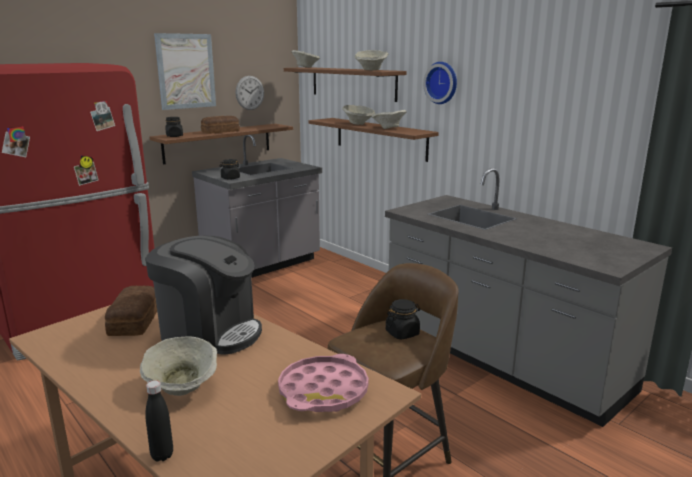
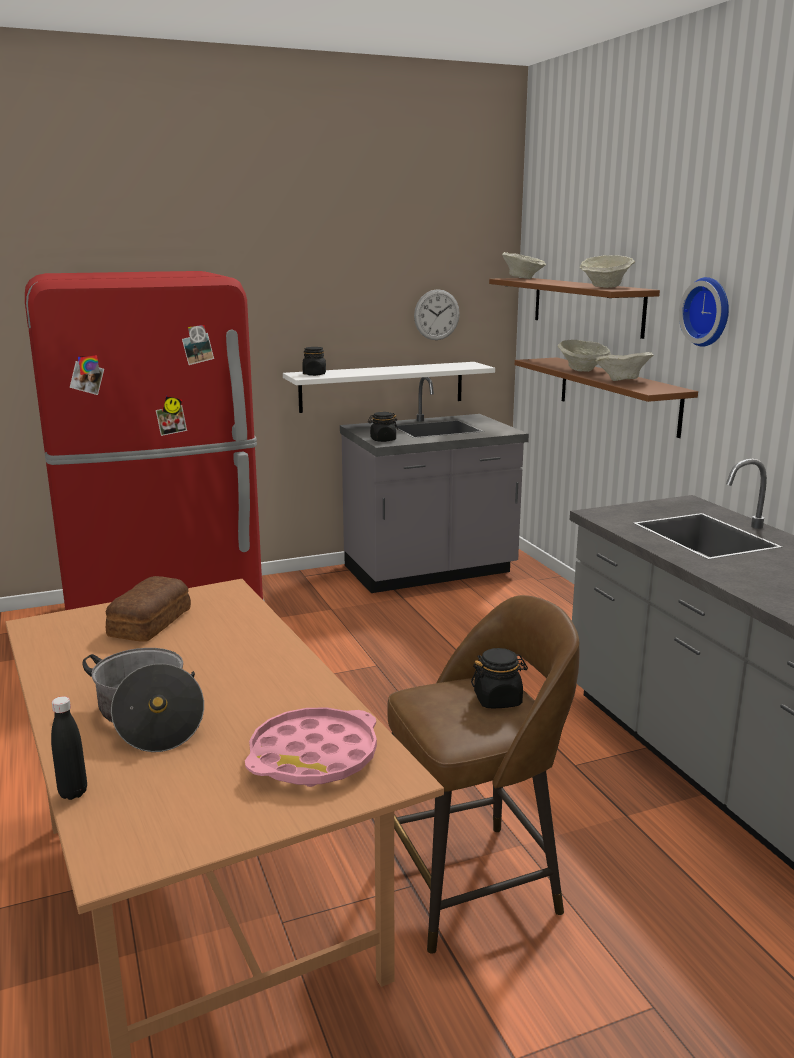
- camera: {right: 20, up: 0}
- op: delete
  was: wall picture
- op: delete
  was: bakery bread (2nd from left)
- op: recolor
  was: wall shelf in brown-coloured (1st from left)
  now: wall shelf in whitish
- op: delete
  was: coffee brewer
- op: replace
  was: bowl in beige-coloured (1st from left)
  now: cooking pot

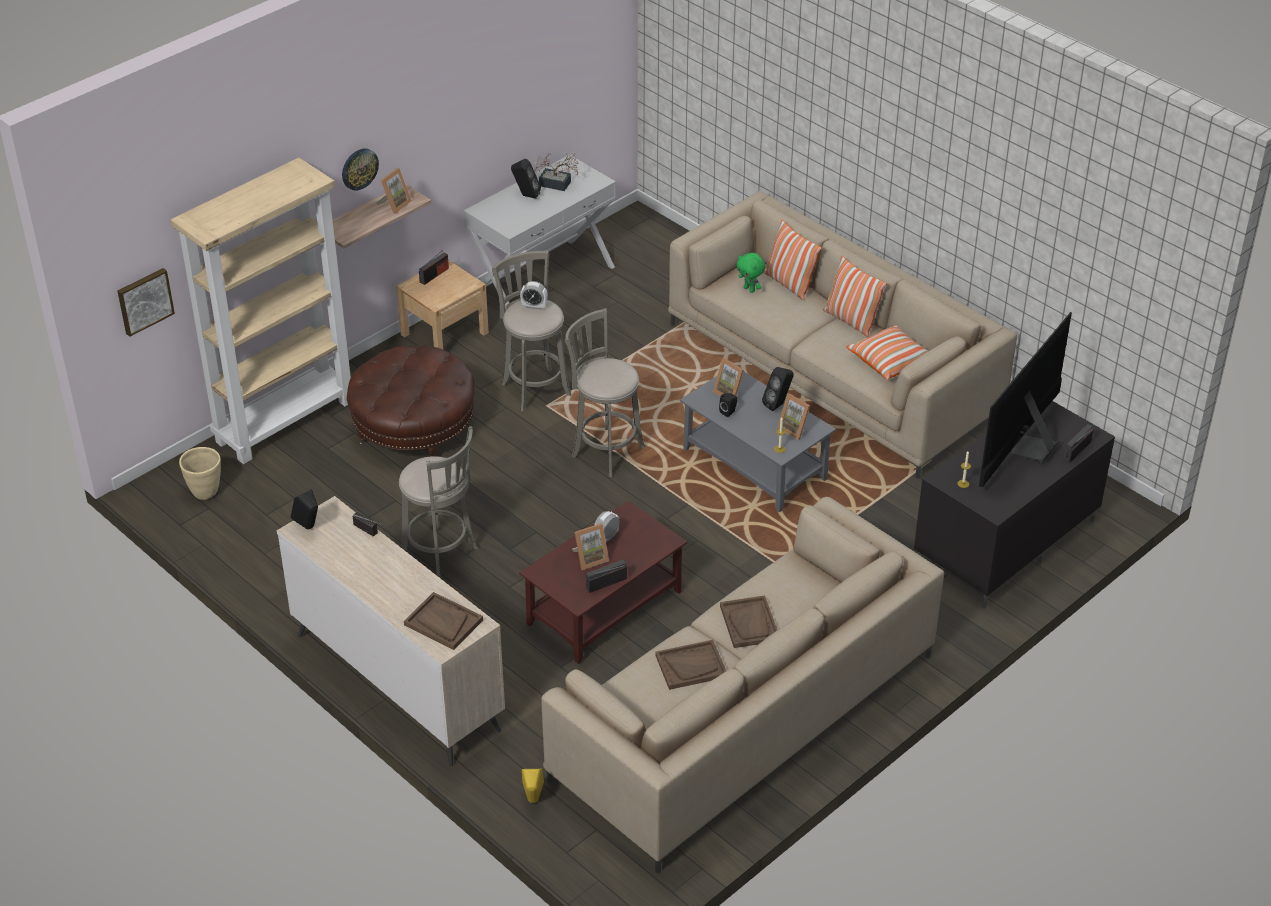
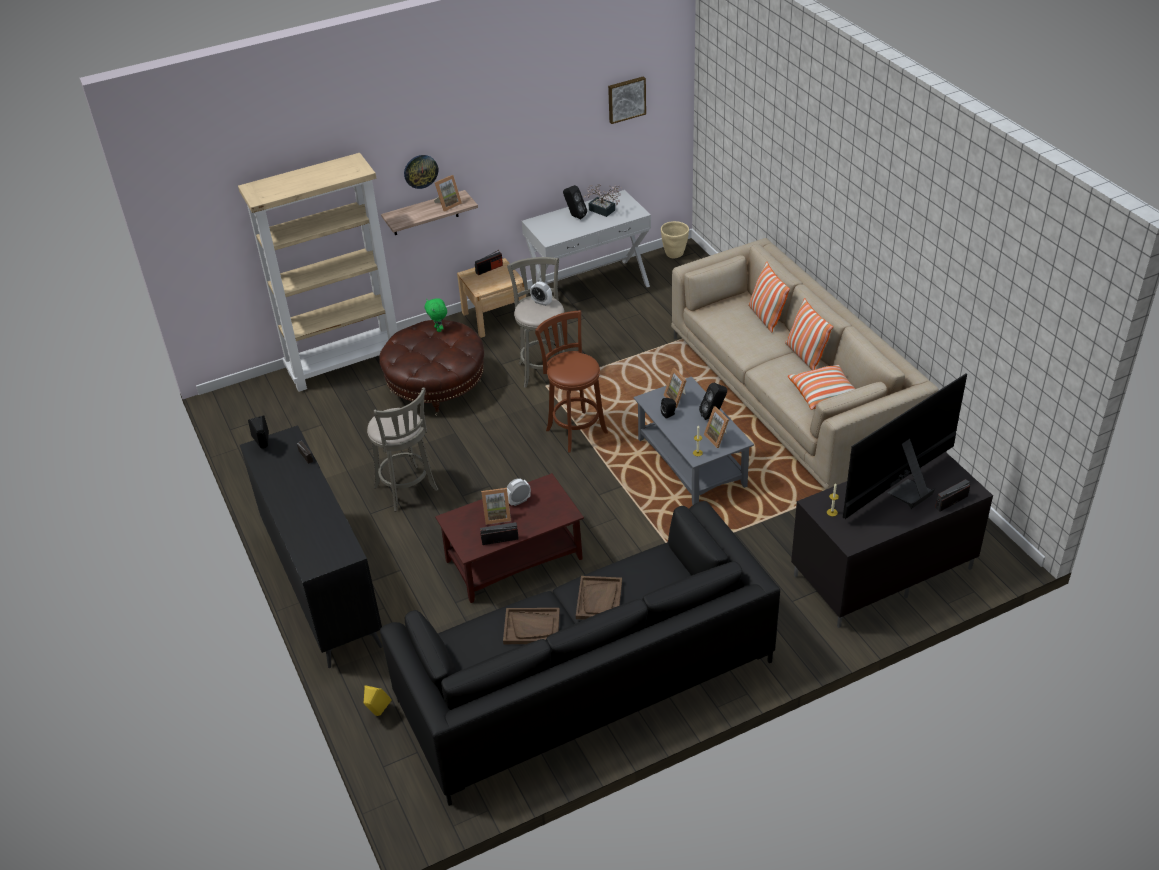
- camera: {right: 20, up: 0}
- op: move
  was: plush toy in green
- op: move
  was: wall picture
- op: recolor
  was: stool in gray (3rd from left)
  now: stool in brown-coloured
- op: move
  was: planter in beige-coloured
- op: recolor
  was: chest of drawers in beige-coloured
  now: chest of drawers in black
- op: recolor
  was: sofa in beige-coloured (1st from left)
  now: sofa in black
- op: delete
  was: carrying tray in brown-coloured (1st from left)

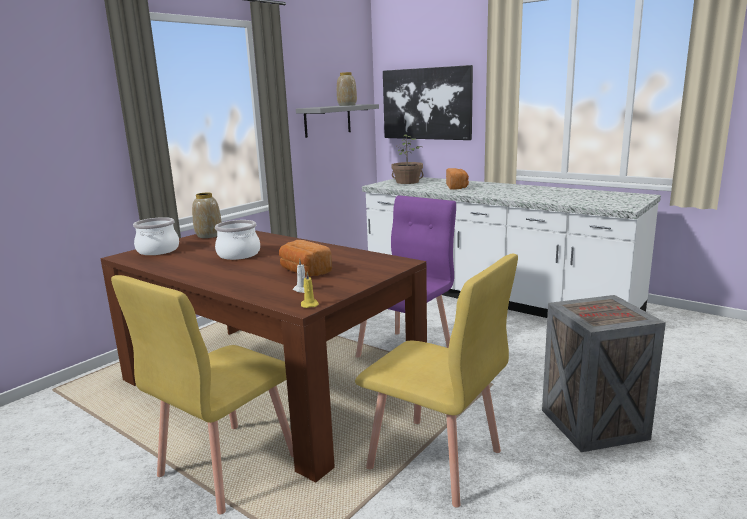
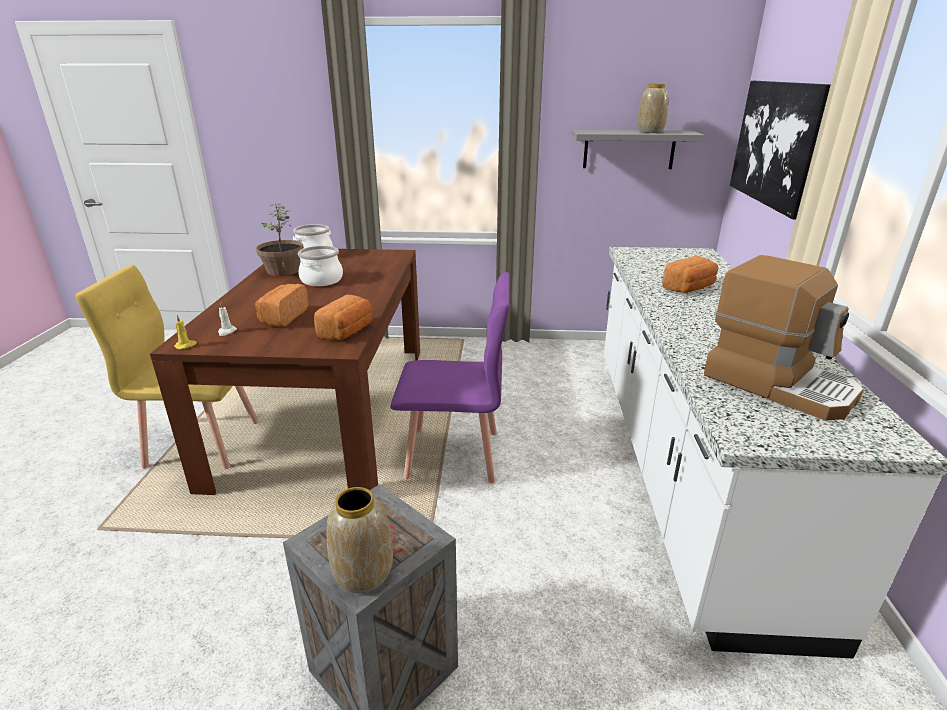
- camera: {right: 55, up: 10}
- op: move
  was: potted plant
- op: move
  was: flower vase (1st from left)
- op: delete
  was: plain chair in yellow-coloured (2nd from left)
- op: insert
  now: coffee brewer
- op: insert
  now: bakery bread (2nd from left)

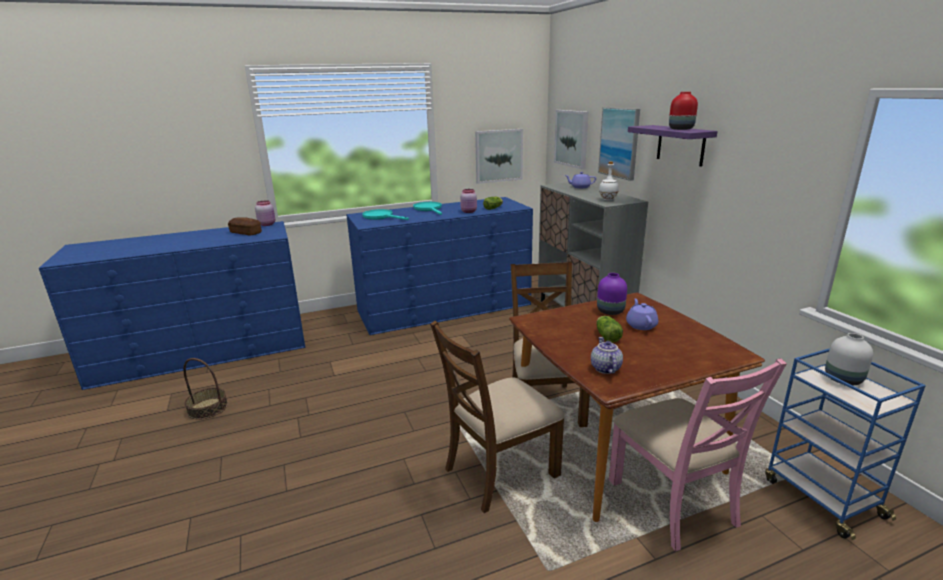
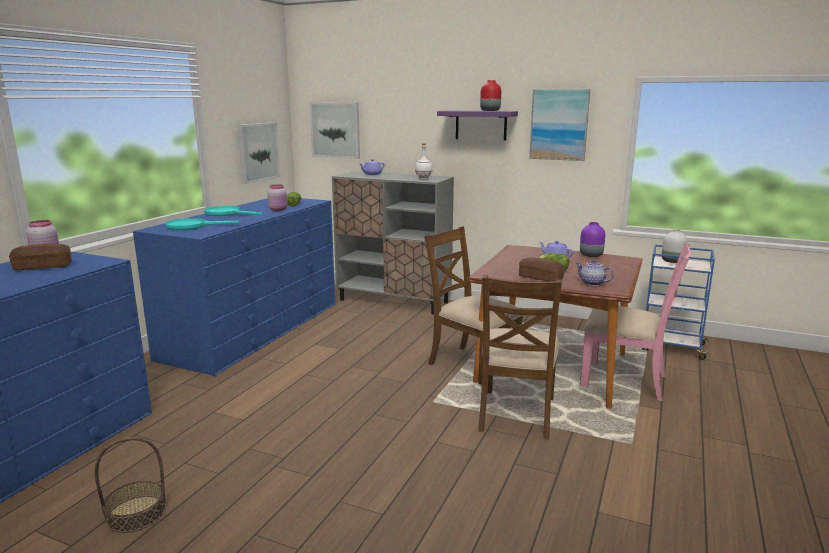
- camera: {right: -45, up: -5}
- op: move
  was: wall picture (3rd from left)
- op: move
  was: flower vase in purplish
- op: insert
  now: bakery bread (2nd from left)

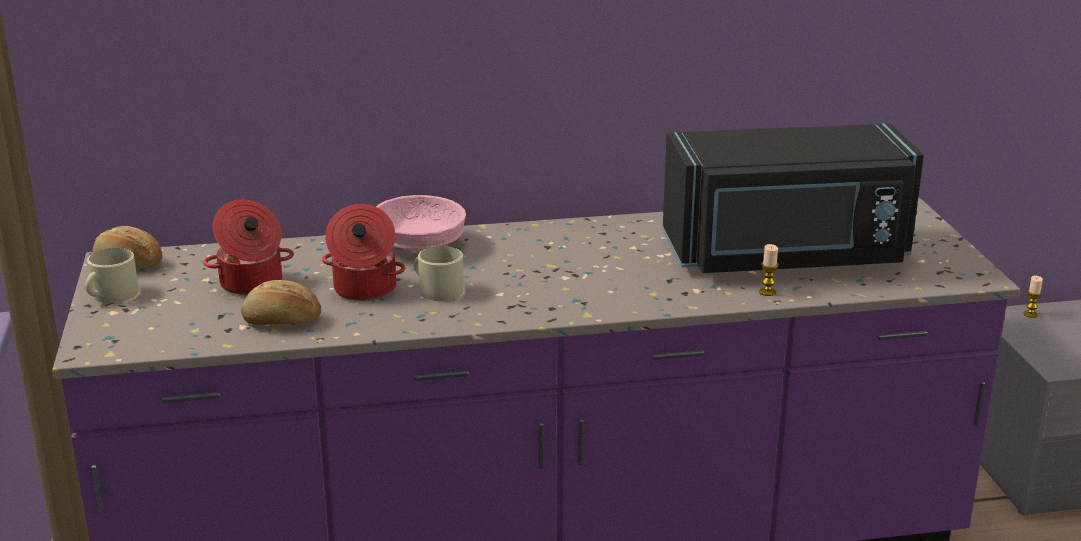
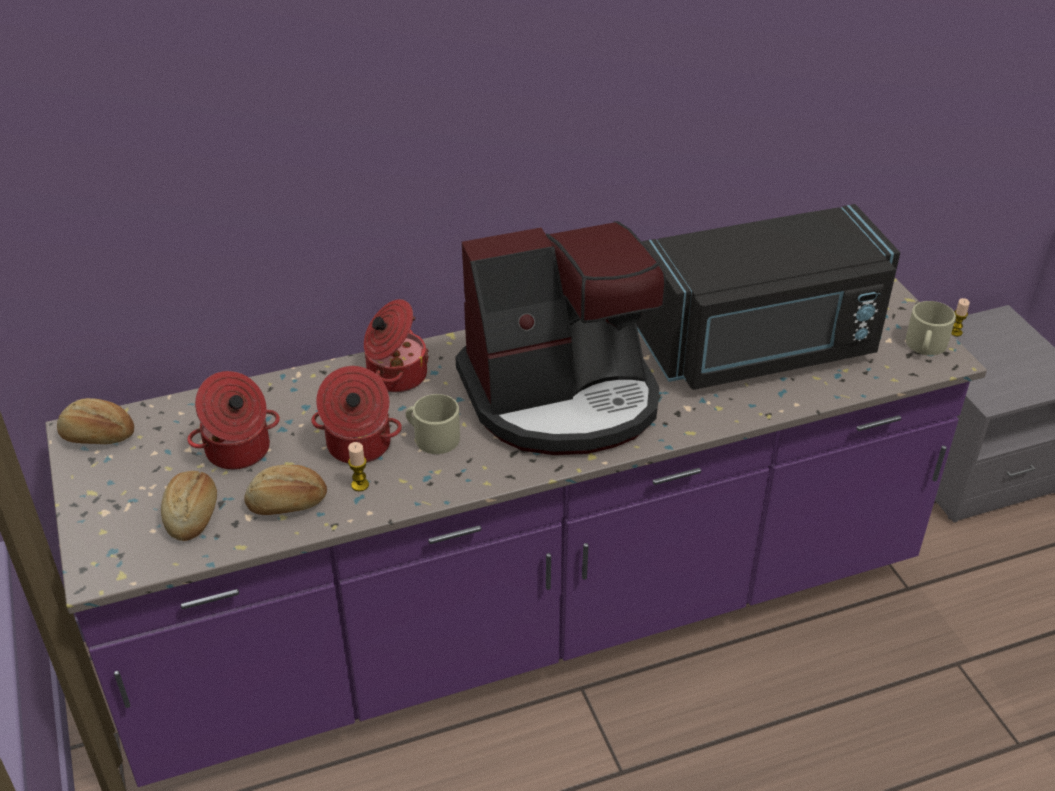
- camera: {right: -10, up: 15}
- op: replace
  was: bowl in pinkish
  now: cooking pot (3rd from left)
- op: move
  was: candle (1st from left)
- op: move
  was: tea mug in beige-coloured (1st from left in the first image)
  now: tea mug in beige-coloured (2nd from left)
- op: insert
  now: coffee brewer
- op: insert
  now: bakery bread (2nd from left)

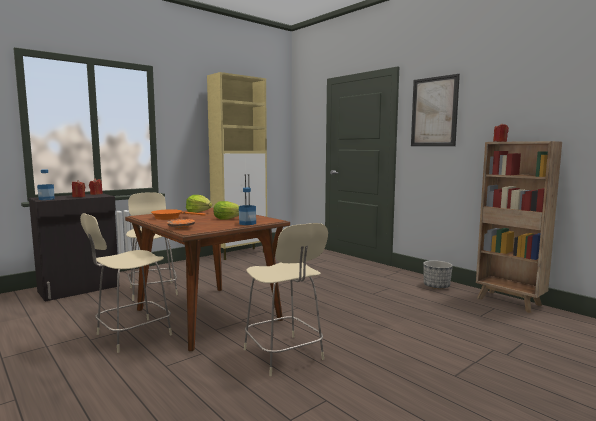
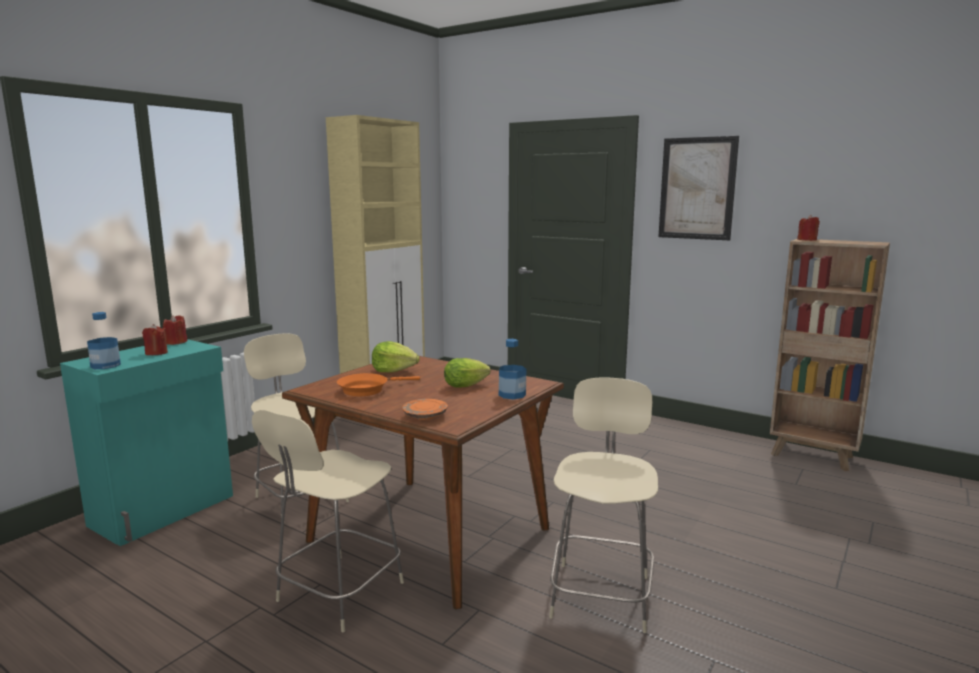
- camera: {right: -15, up: 5}
- op: recolor
  was: storage cabinet in black
  now: storage cabinet in blue-green
- op: rotate
  was: plain chair in beige-coloured (3rd from left)
  clockwise: -120
- op: delete
  was: planter

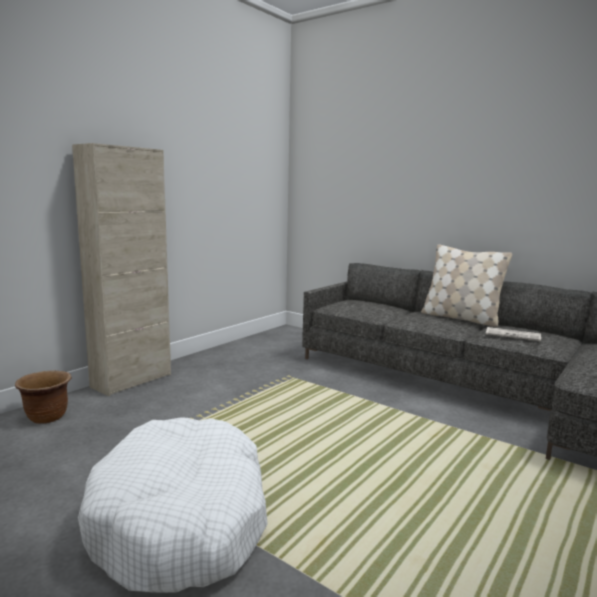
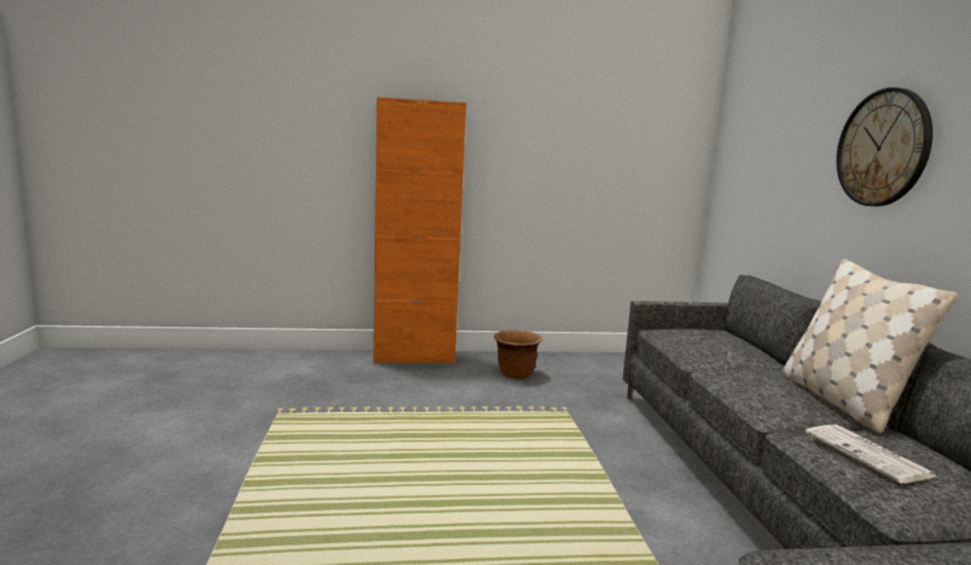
- camera: {right: 45, up: 0}
- op: recolor
  was: storage cabinet in beige-coloured
  now: storage cabinet in orange-coloured
- op: move
  was: planter in brown-coloured
- op: delete
  was: dog cushion in whitish
- op: insert
  now: clock on the wall

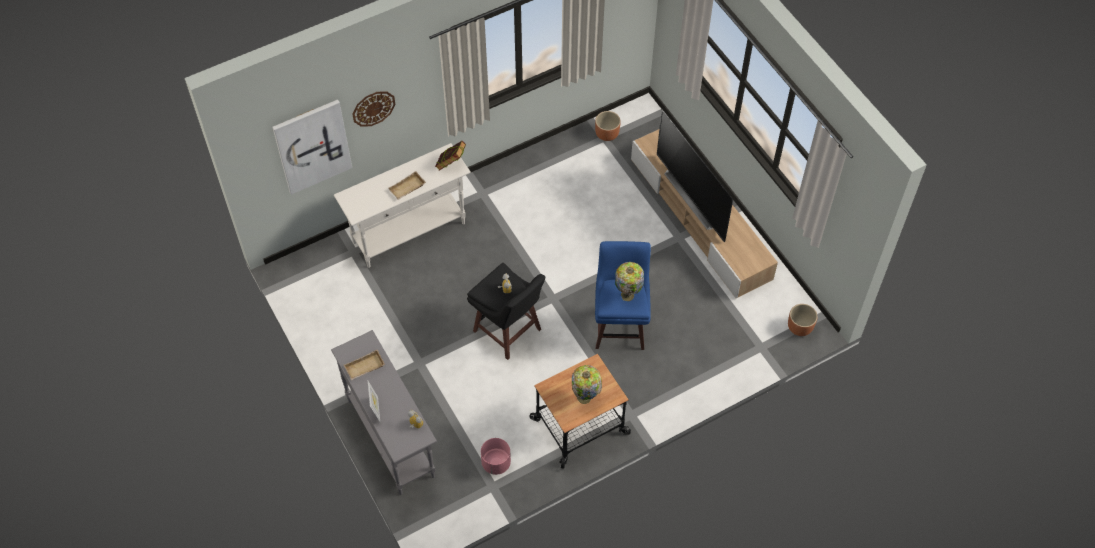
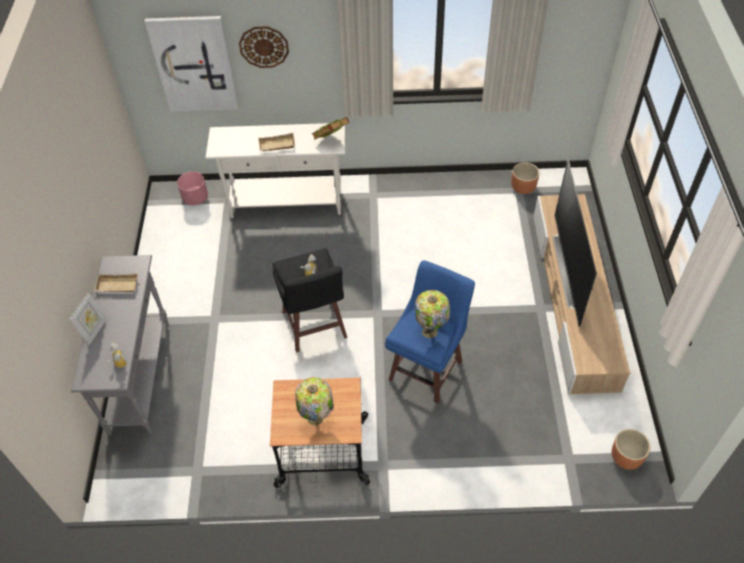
- camera: {right: 30, up: -5}
- op: move
  was: planter in pinkish

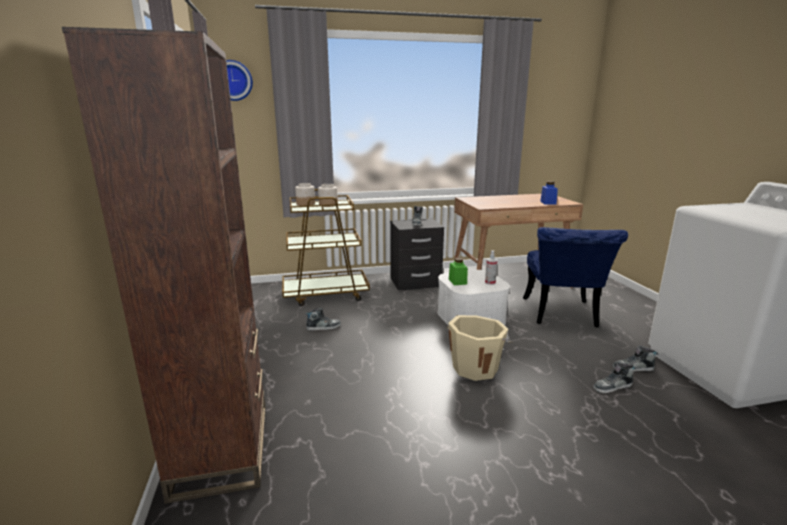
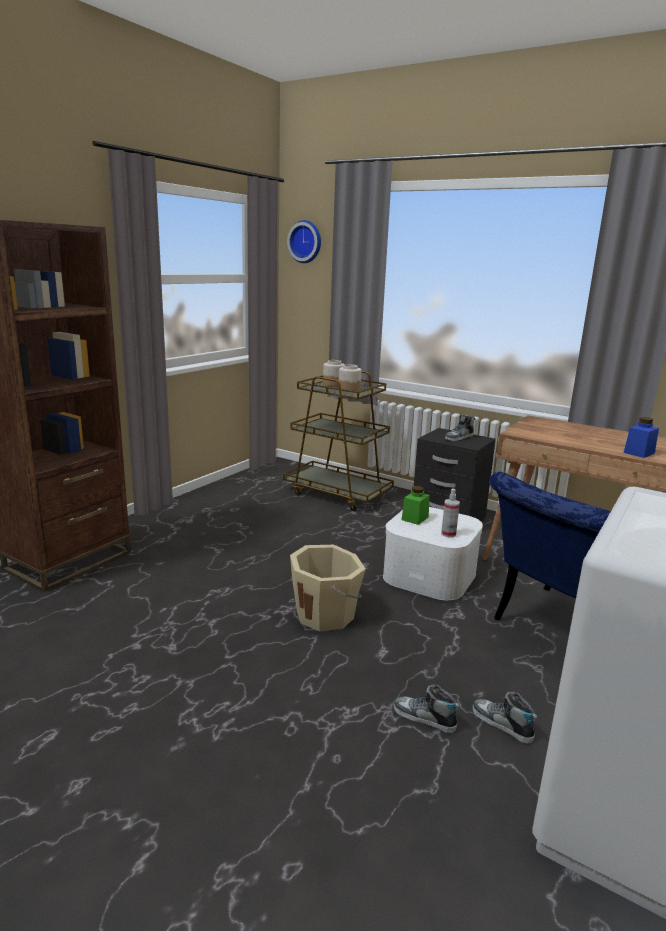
- camera: {right: 45, up: 0}
- op: delete
  was: low shoe (1st from left)

